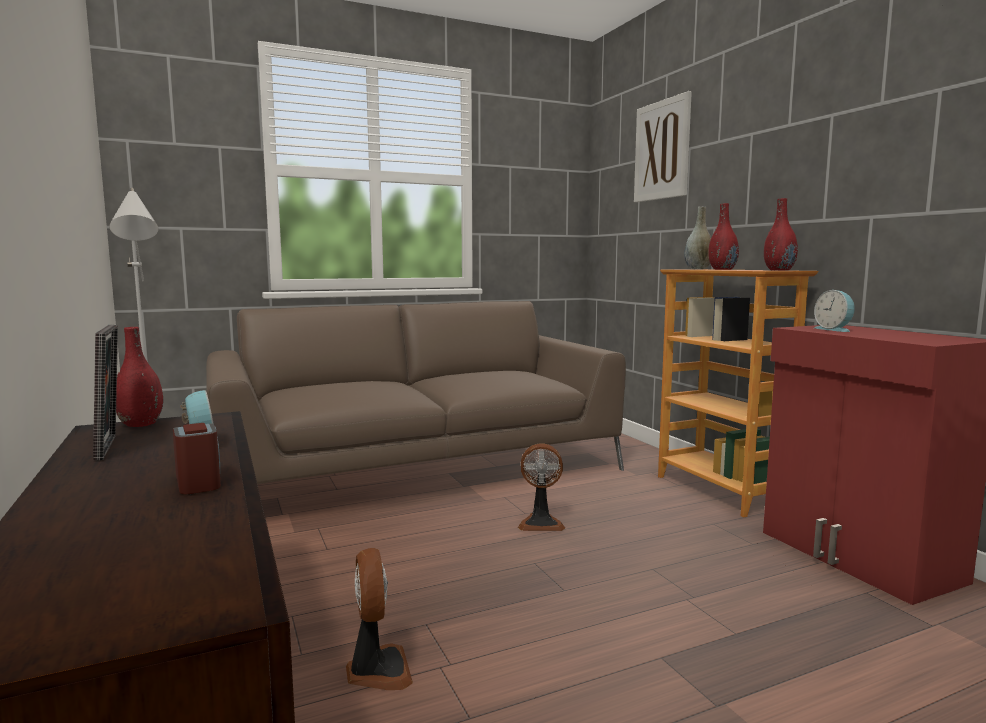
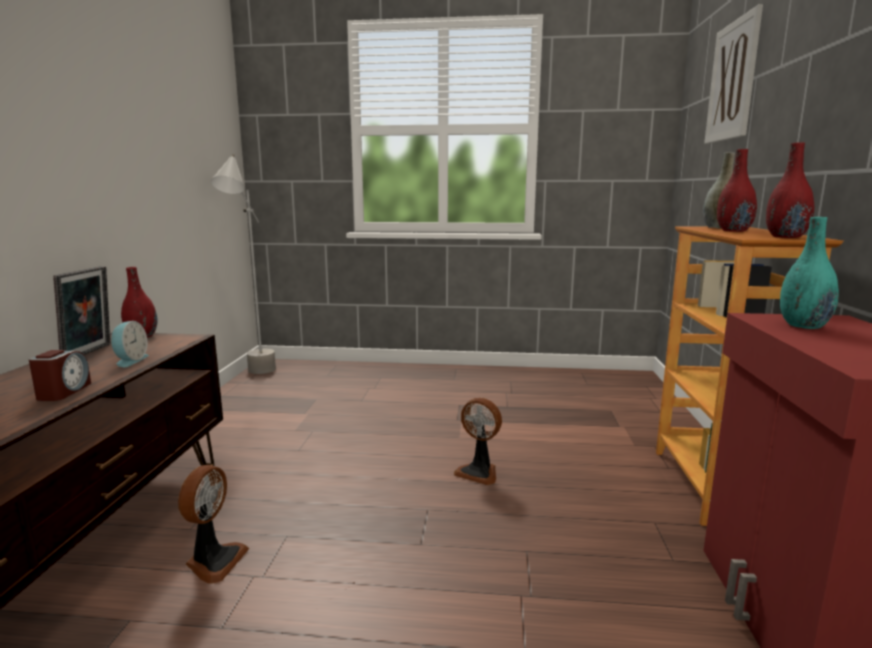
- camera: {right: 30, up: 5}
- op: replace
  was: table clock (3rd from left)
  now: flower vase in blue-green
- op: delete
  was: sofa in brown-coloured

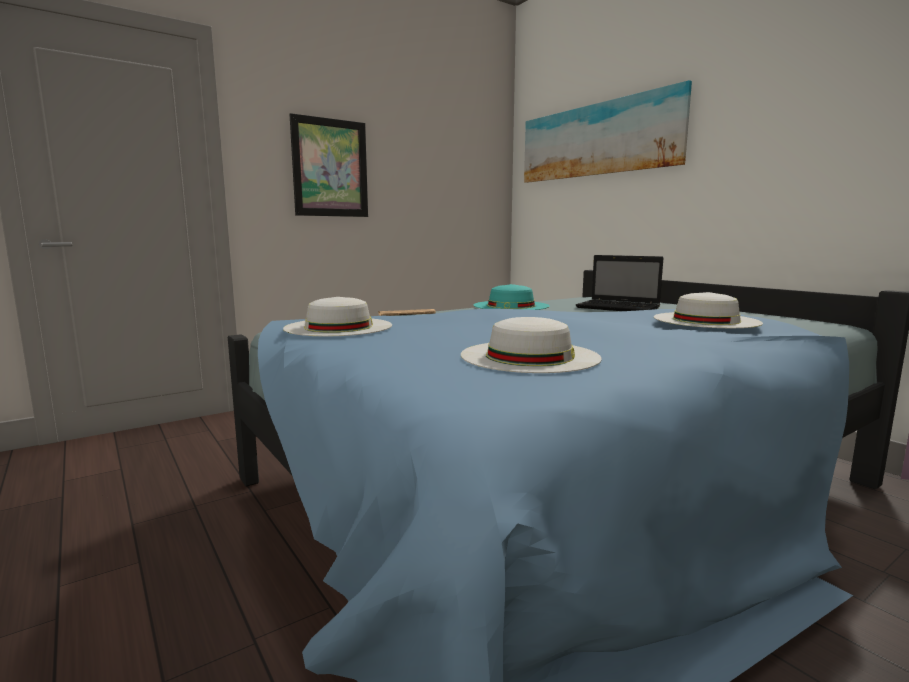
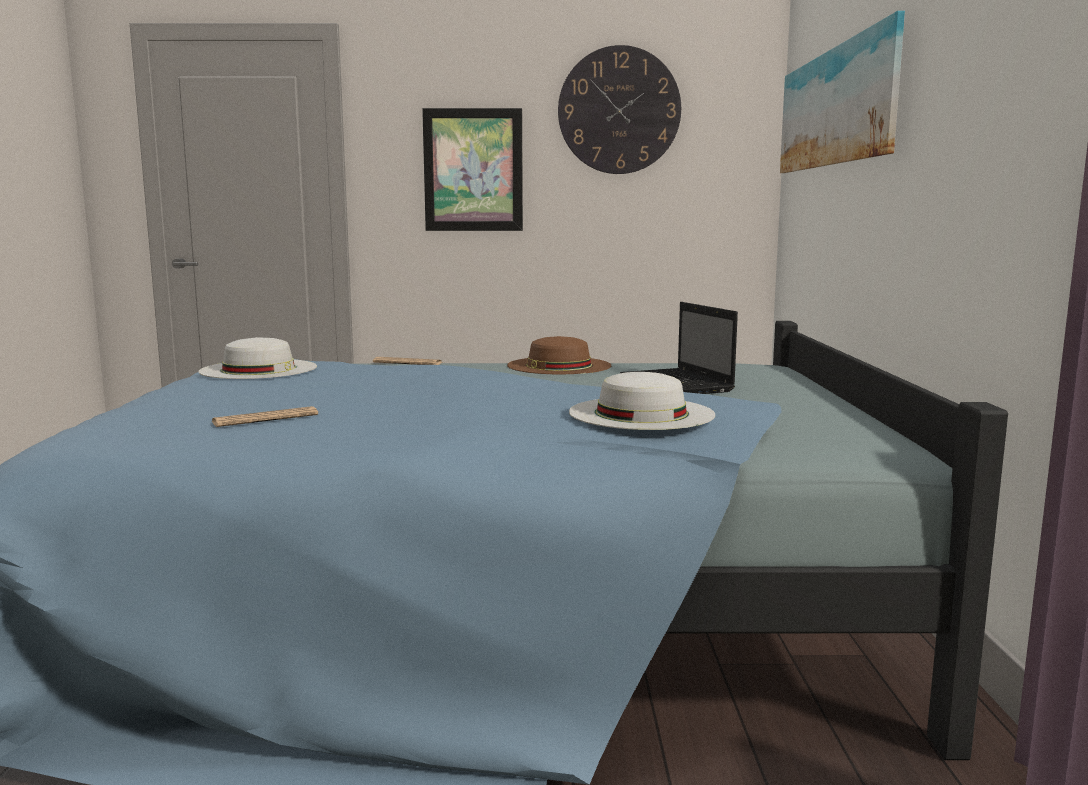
- camera: {right: 35, up: 0}
- op: recolor
  was: wearable hat in blue-green
  now: wearable hat in brown-coloured
- op: replace
  was: wearable hat in whitish (2nd from left)
  now: daily paper (1st from left)
- op: insert
  now: clock on the wall

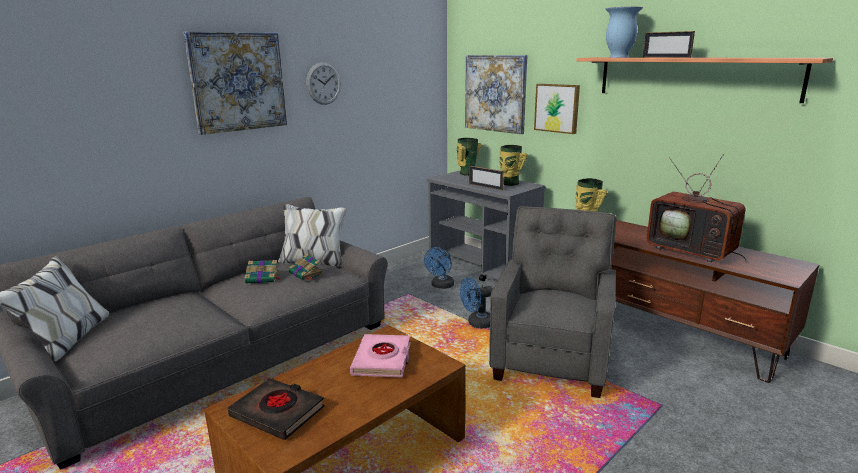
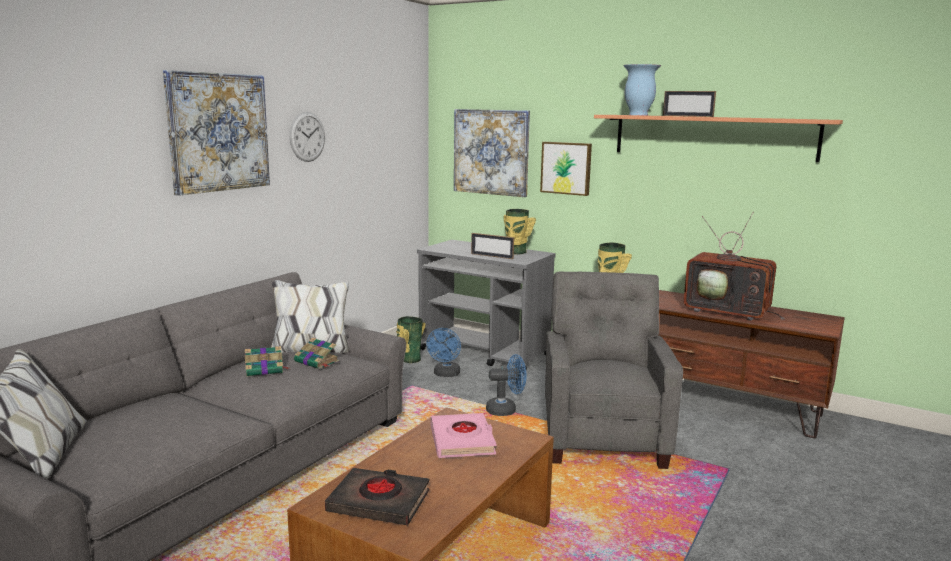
- camera: {right: -15, up: -5}
- op: move
  was: flower vase (1st from left)
- op: rotate
  was: electric fan in blue-coloured (2nd from left)
  clockwise: -150

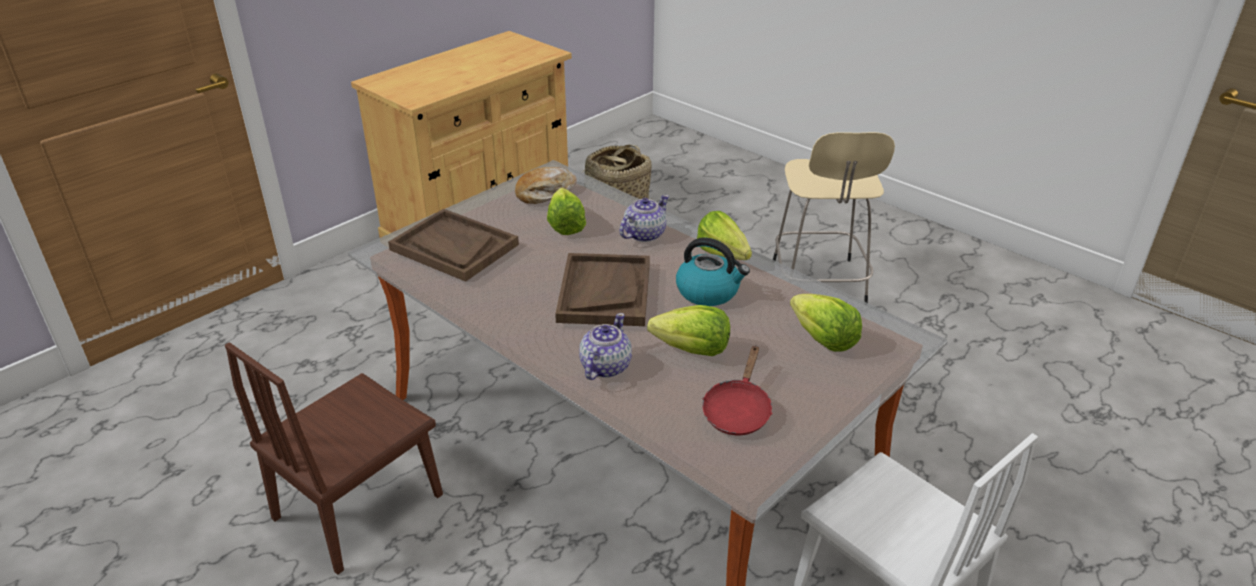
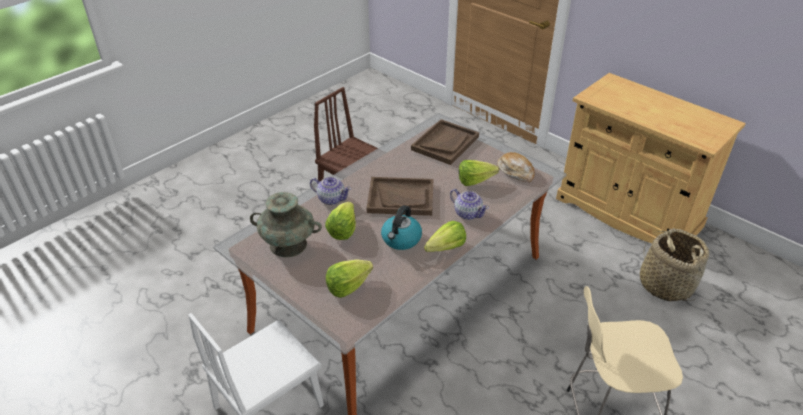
- camera: {right: 90, up: 5}
- op: replace
  was: pan in red
  now: flower vase in blue-green

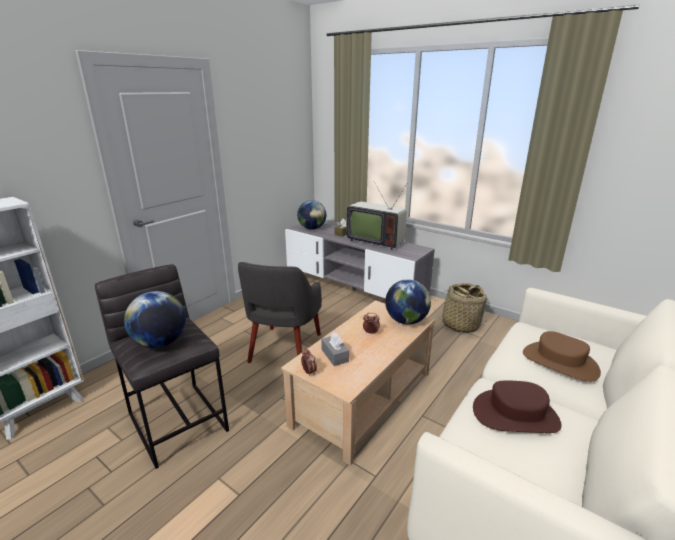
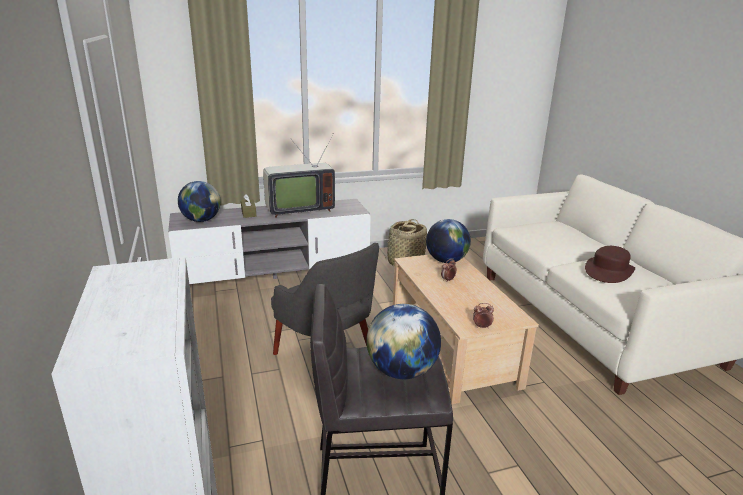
- camera: {right: -55, up: 0}
- op: delete
  was: wearable hat in brown-coloured (2nd from left)
- op: delete
  was: box of tissues in gray

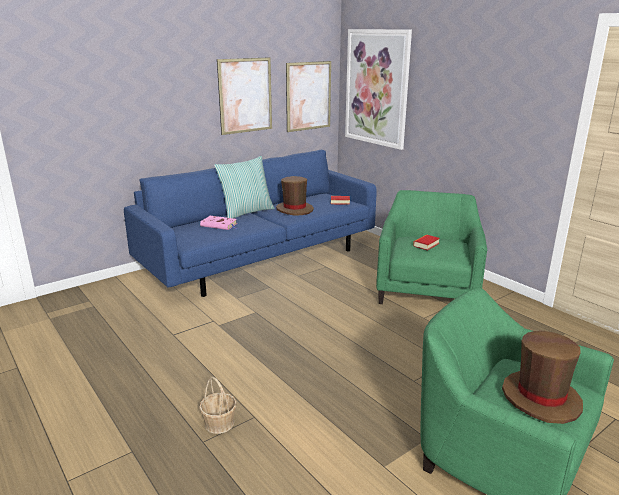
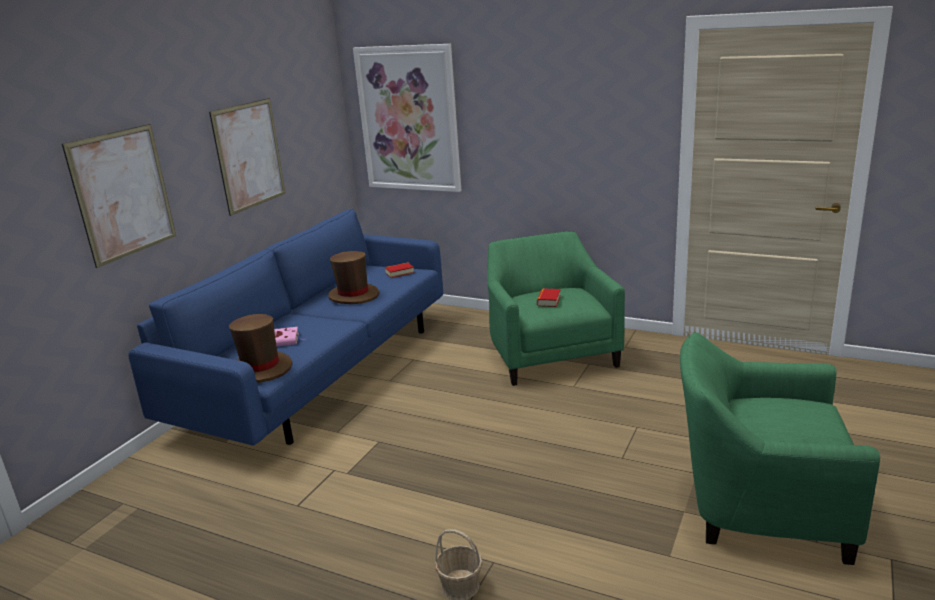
- camera: {right: -25, up: 0}
- op: move
  was: wall picture (2nd from left in the first image)
  now: wall picture (1st from left)
- op: delete
  was: throw pillow
- op: move
  was: wearable hat in brown-coloured (2nd from left in the first image)
  now: wearable hat in brown-coloured (1st from left)

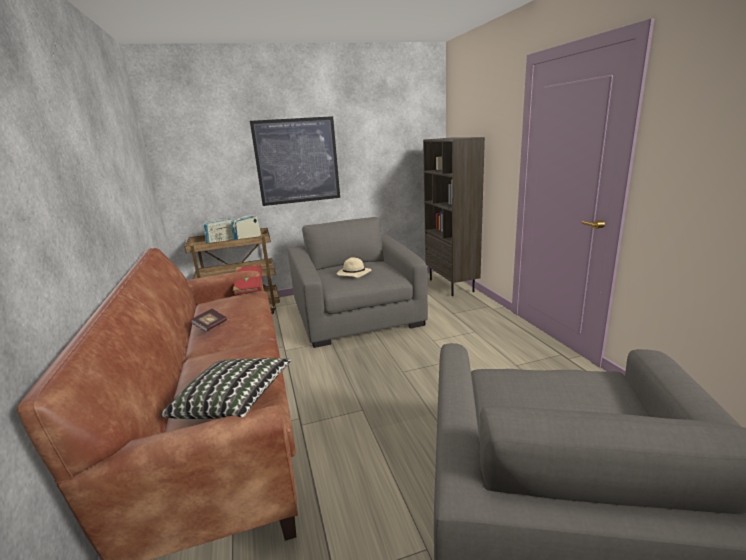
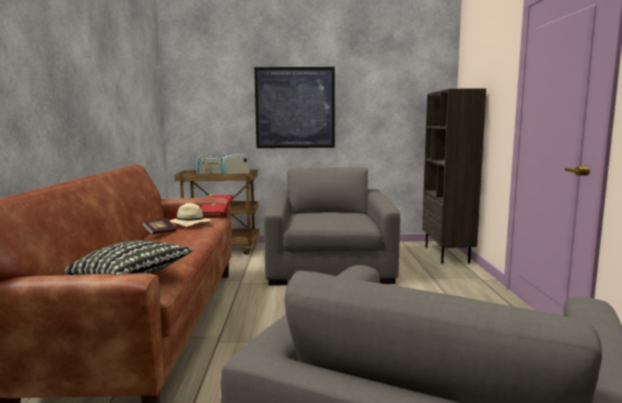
- camera: {right: 15, up: -10}
- op: move
  was: wearable hat in beige-coloured

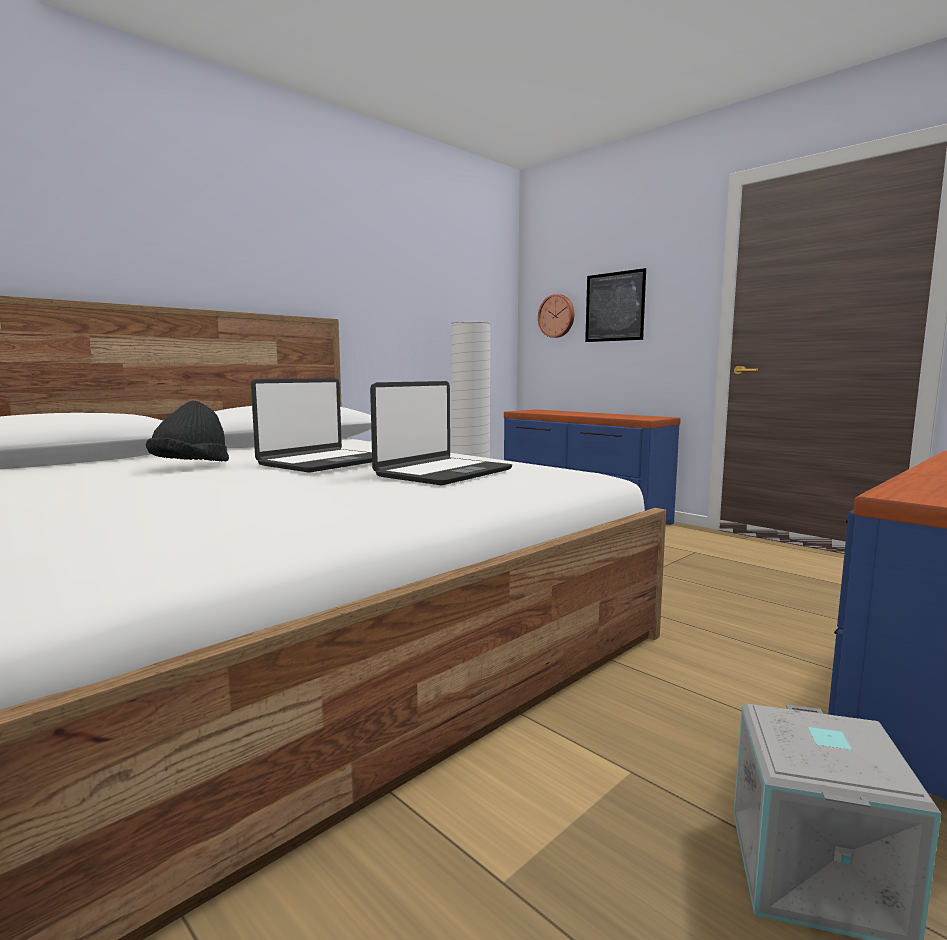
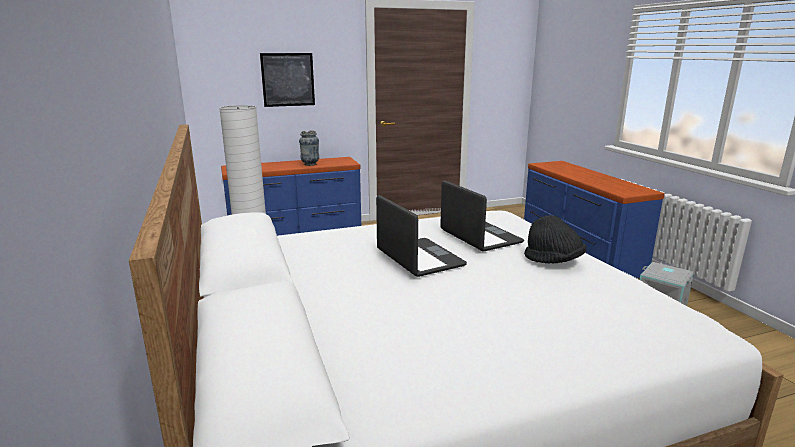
- camera: {right: -65, up: 10}
- op: delete
  was: clock on the wall
- op: move
  was: wearable hat in black
- op: insert
  now: flower vase

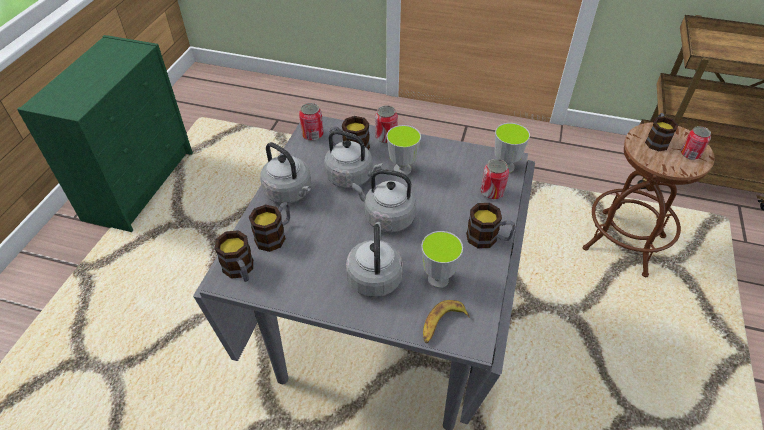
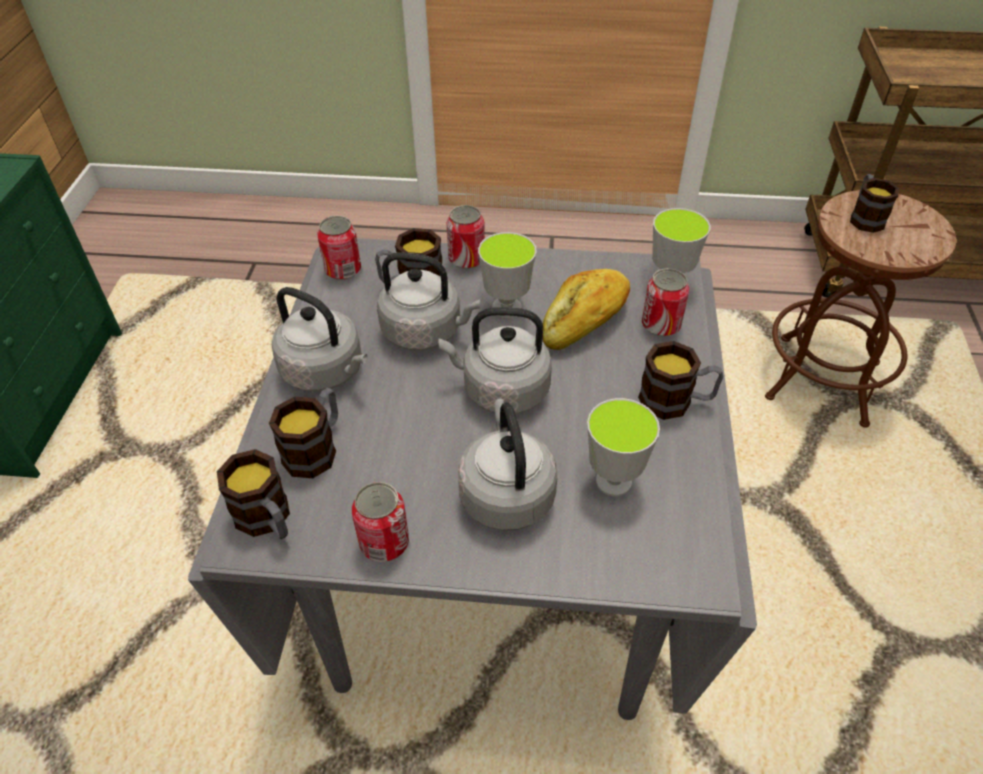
- camera: {right: -10, up: 0}
- op: move
  was: sealed can (4th from left in the first image)
  now: sealed can (2nd from left)
- op: delete
  was: whole banana
- op: insert
  now: bakery bread

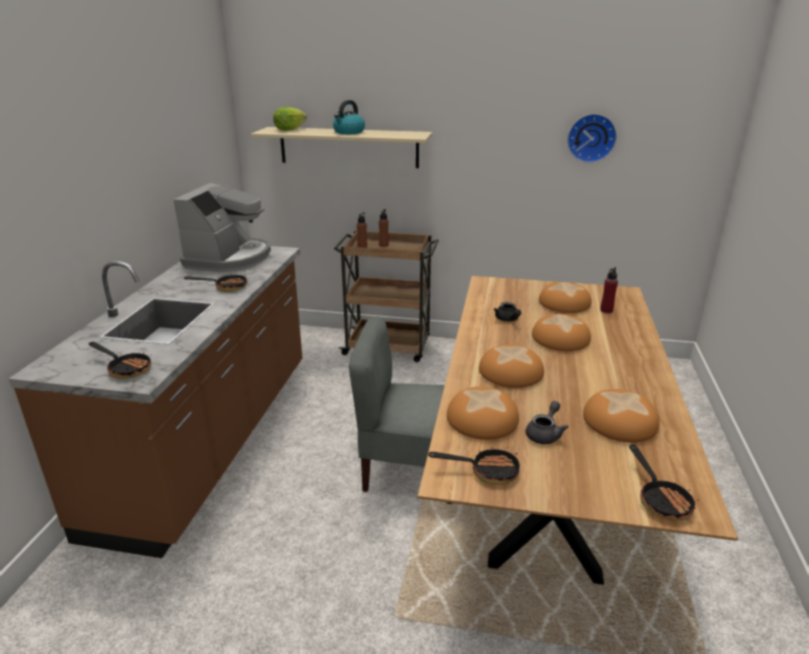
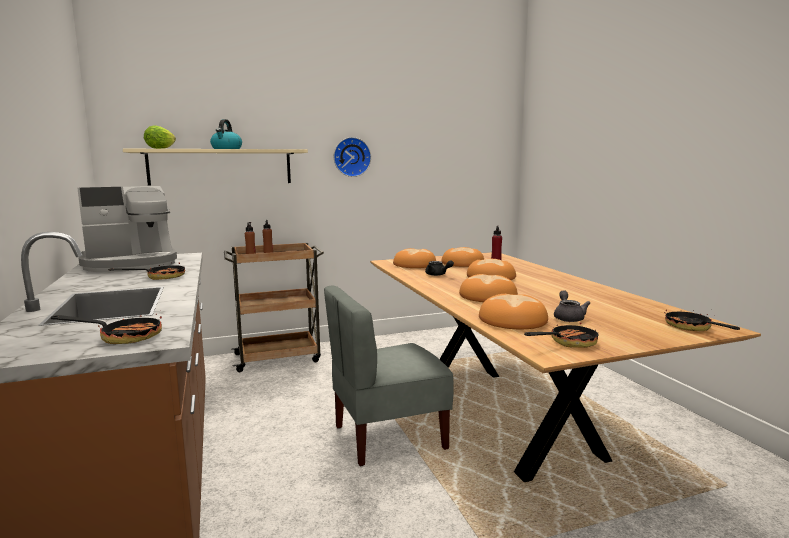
- camera: {right: -30, up: -15}
- op: move
  was: clock on the wall
- op: rotate
  was: coffee brewer
  clockwise: 75
- op: move
  was: bakery bread (5th from left in the first image)
  now: bakery bread (1st from left)
- op: rotate
  was: pan (4th from left)
  clockwise: -150

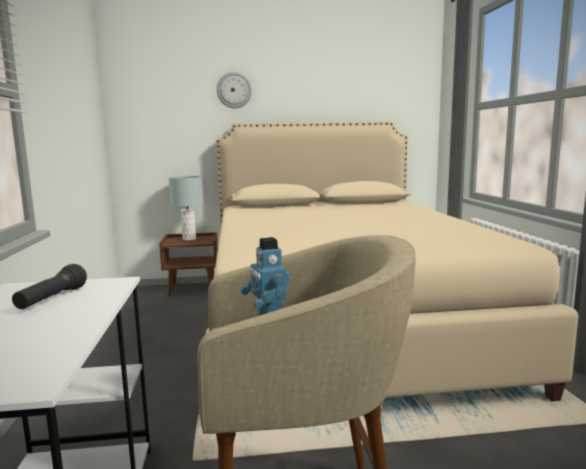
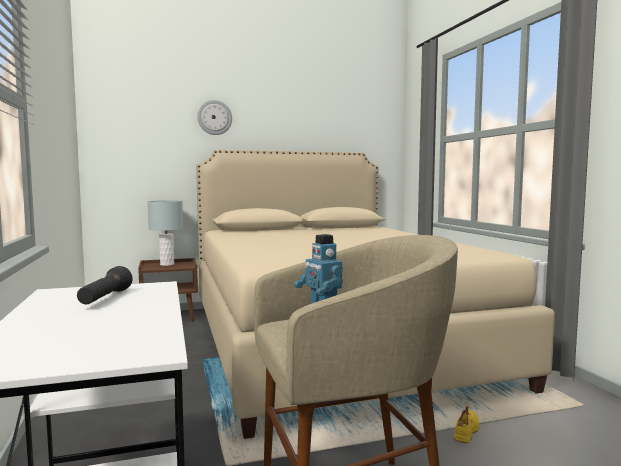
- camera: {right: -10, up: -5}
- op: insert
  now: low shoe in yellow-coloured

